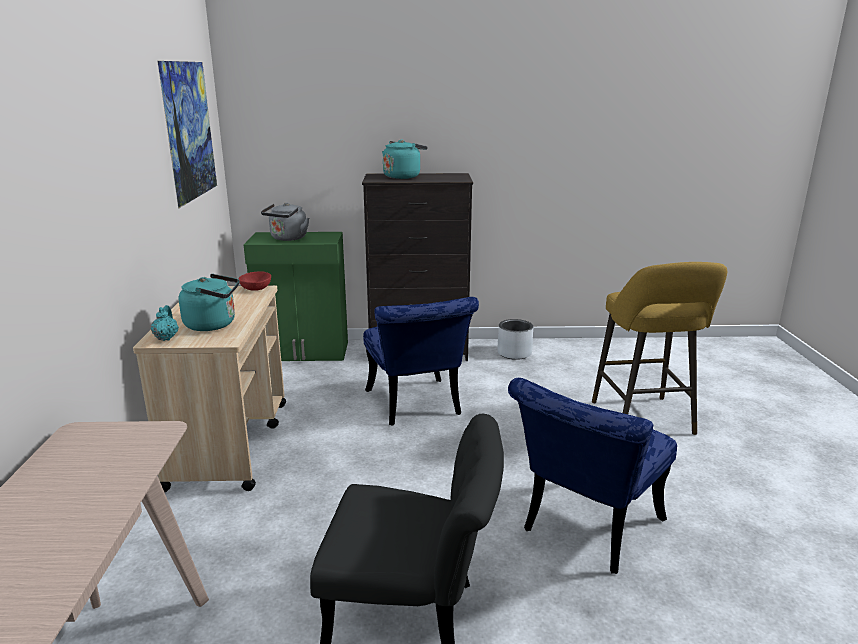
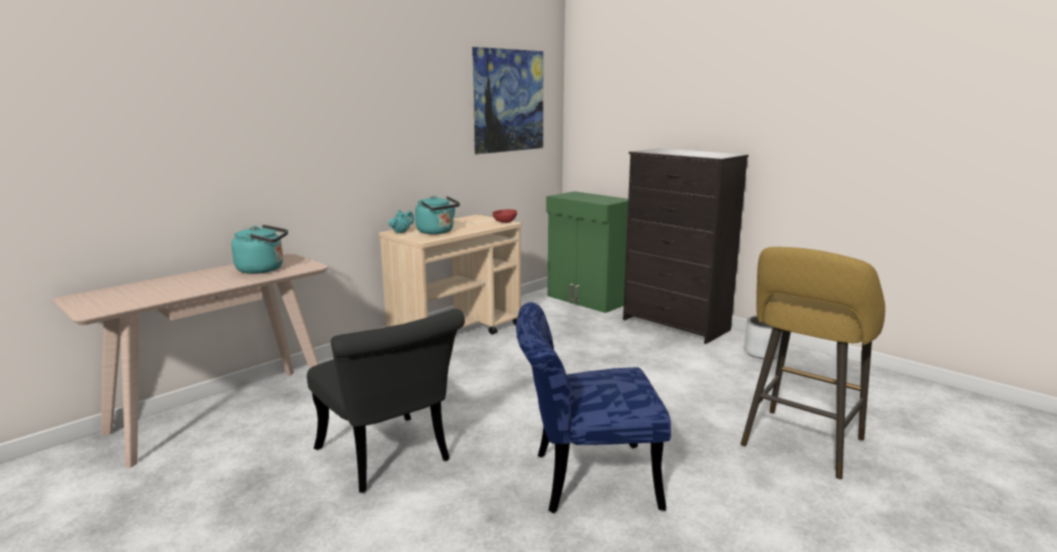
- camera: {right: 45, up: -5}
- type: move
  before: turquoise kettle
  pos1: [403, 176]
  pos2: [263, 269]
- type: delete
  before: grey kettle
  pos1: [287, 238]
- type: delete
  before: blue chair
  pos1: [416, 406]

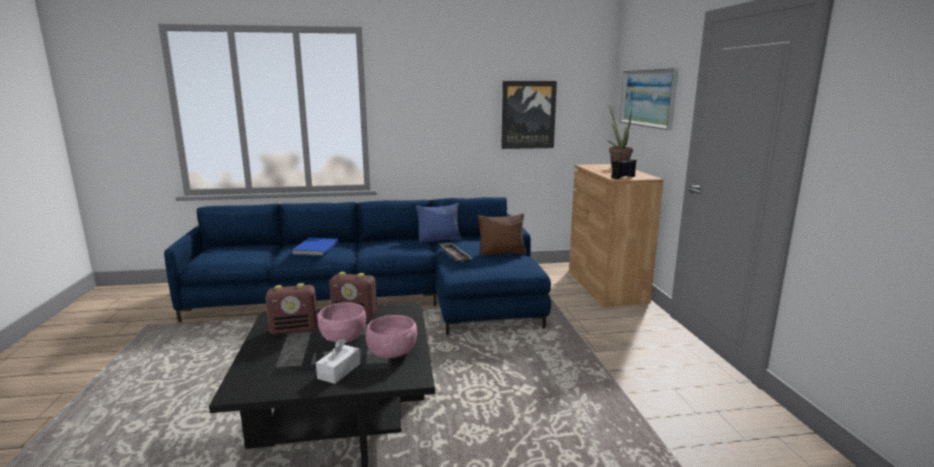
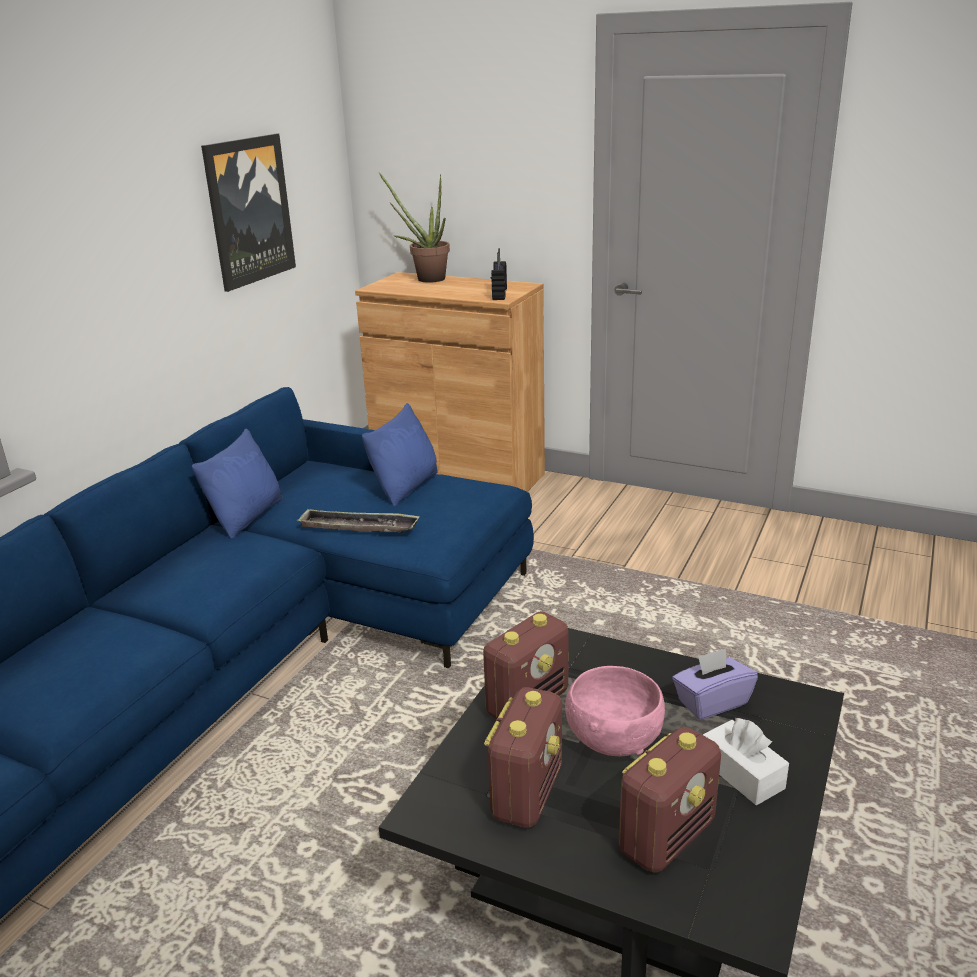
- camera: {right: -55, up: 10}
- type: delete
  before: picture
  pos1: [648, 98]
- type: recolor
  before: brown pillow
  after: blue pillow
  pos1: [502, 253]
  pos2: [405, 487]
- type: delete
  before: blue book
  pos1: [315, 248]
- type: replace
  before: pink bowl
  after: purple tissue box
  pos1: [391, 353]
  pos2: [711, 702]
- type: insert
  after: radio
  pos2: [667, 836]

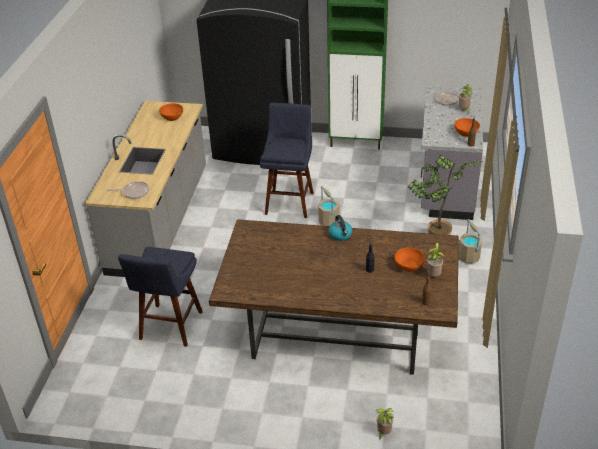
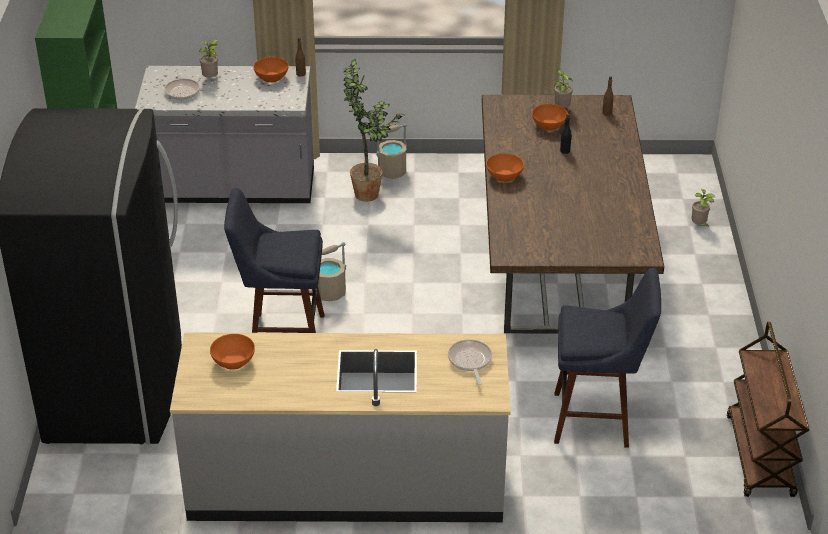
- camera: {right: -100, up: 0}
- type: replace
  before: kettle
  after: orange bowl
  pos1: [340, 235]
  pos2: [504, 175]
- type: insert
  after: brown cart
  pos2: [760, 456]

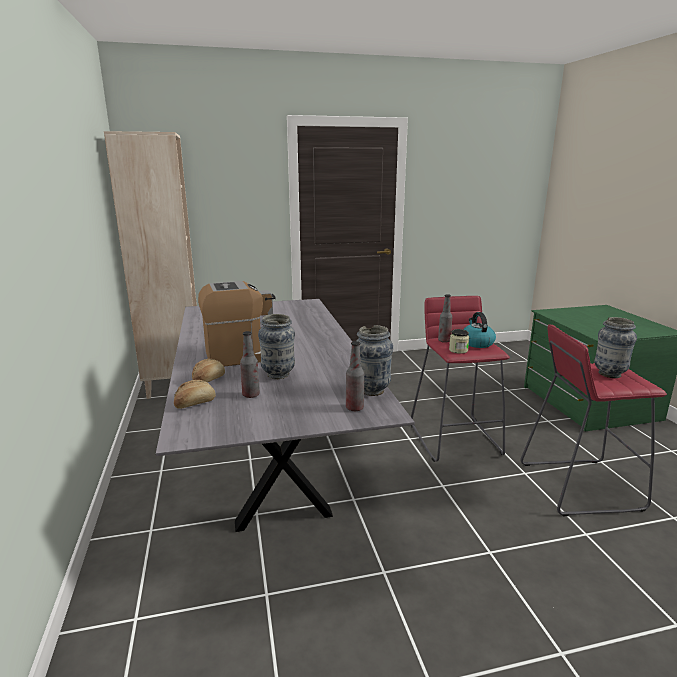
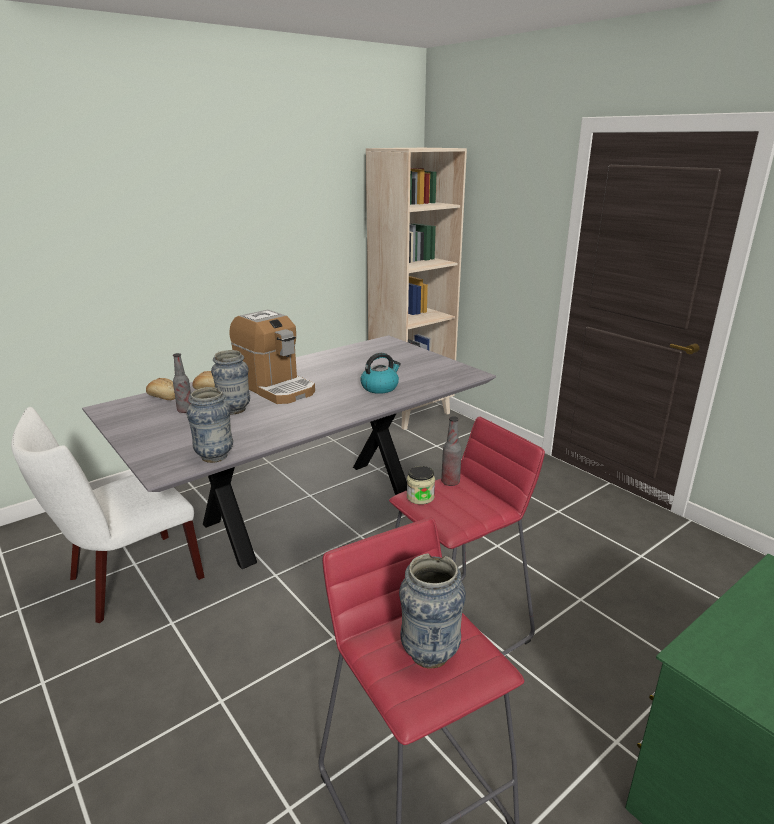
- camera: {right: 65, up: 5}
- type: move
  before: kettle
  pos1: [476, 343]
  pos2: [380, 387]
- type: delete
  before: bottle
  pos1: [354, 408]
- type: insert
  after: white chair
  pos2: [127, 580]

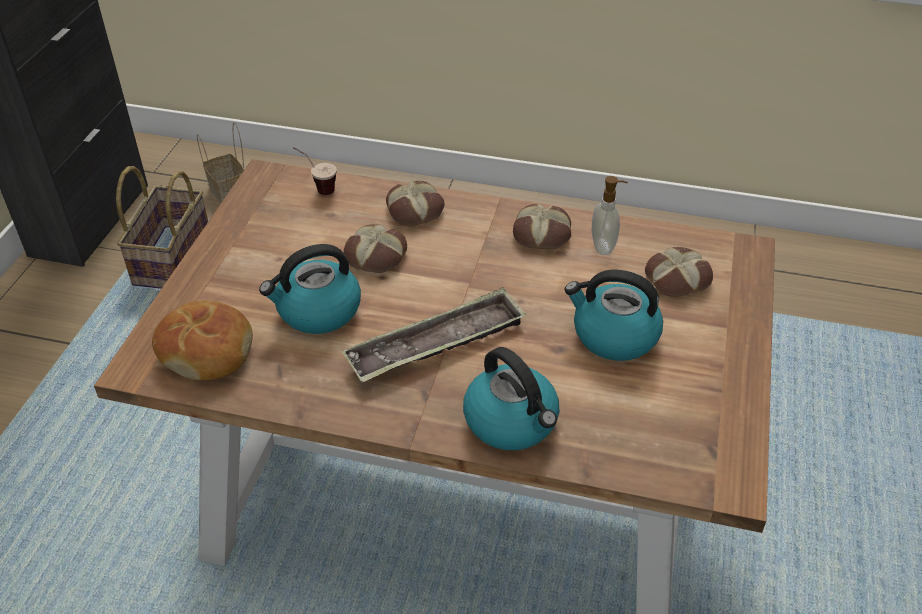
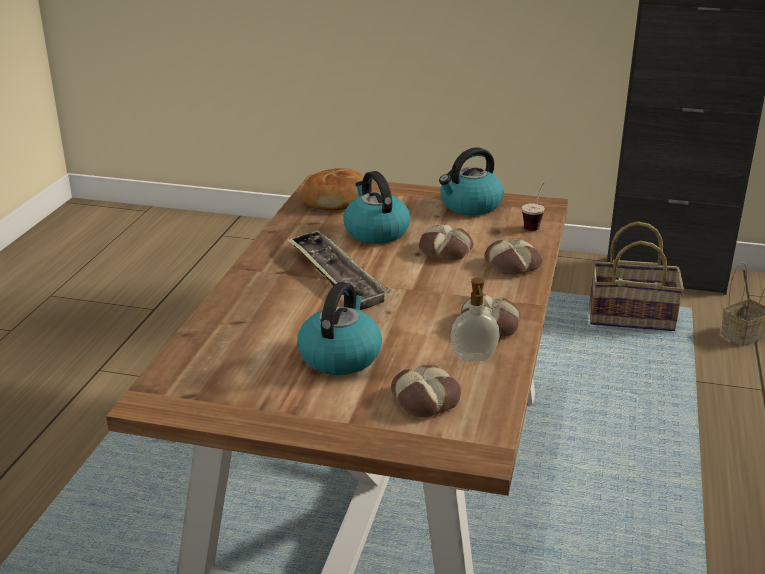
- camera: {right: 90, up: -15}
- type: move
  before: kettle
  pos1: [512, 422]
  pos2: [470, 206]

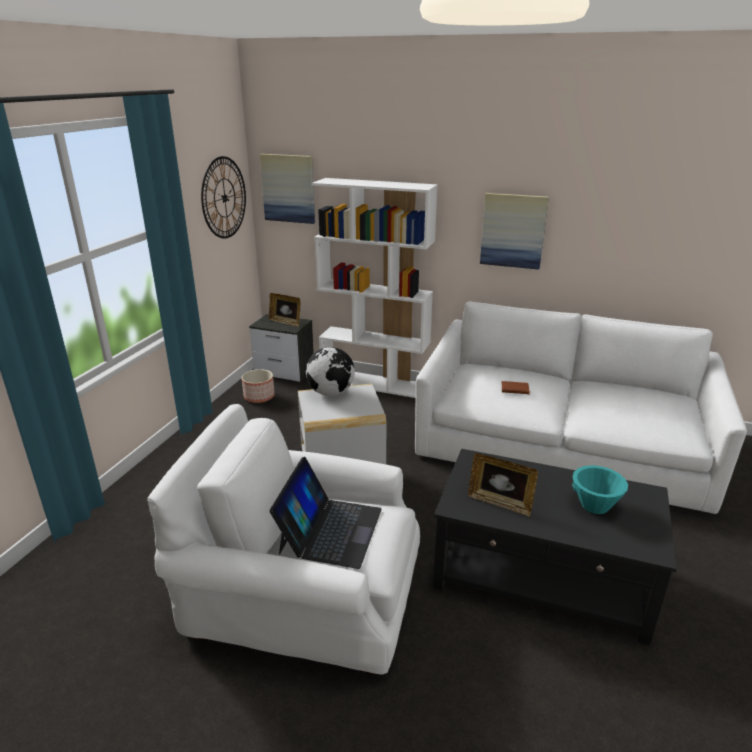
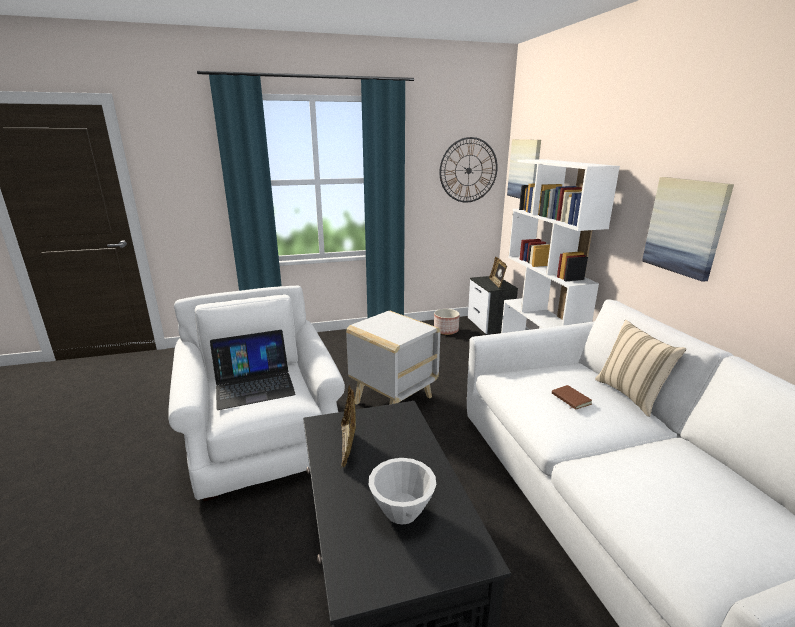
- camera: {right: 55, up: -5}
- type: delete
  before: globe
  pos1: [331, 393]
- type: recolor
  before: turquoise bowl
  after: white bowl
  pos1: [594, 505]
  pos2: [402, 510]
- type: insert
  after: beige pillow
  pos2: [630, 394]

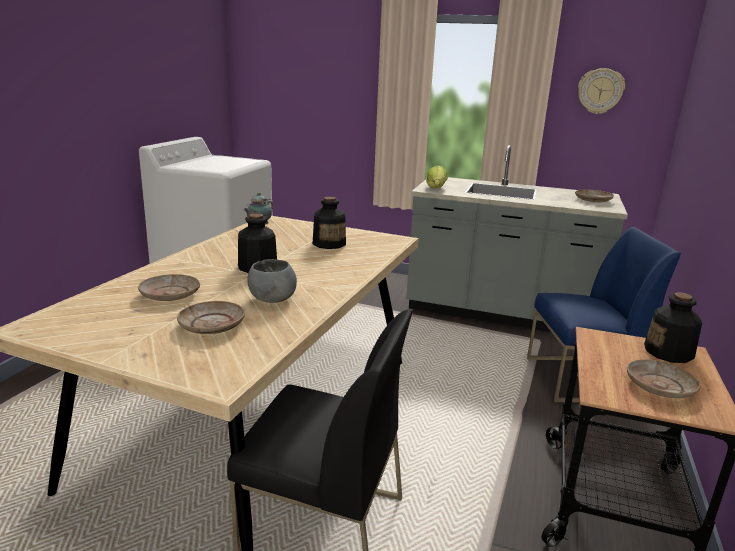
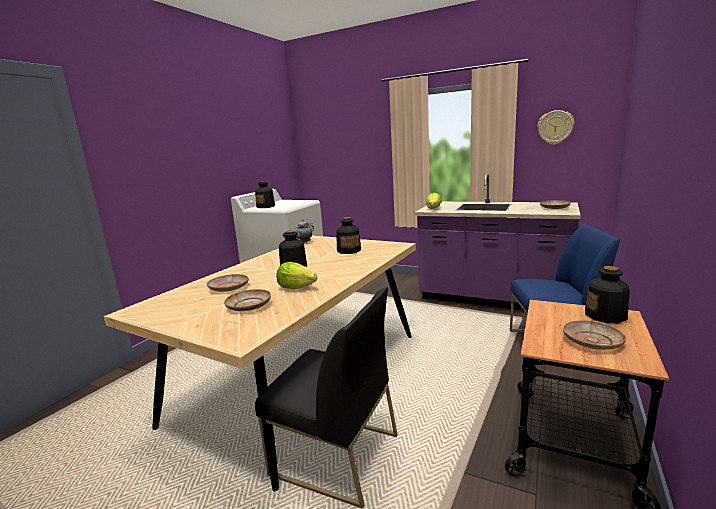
- camera: {right: 10, up: -5}
- type: recolor
  before: grey counter
  after: purple counter
  pos1: [500, 313]
  pos2: [492, 299]
- type: replace
  before: grey bowl
  after: lettuce
  pos1: [272, 299]
  pos2: [296, 287]
- type: insert
  after: bottle
  pos2: [266, 206]

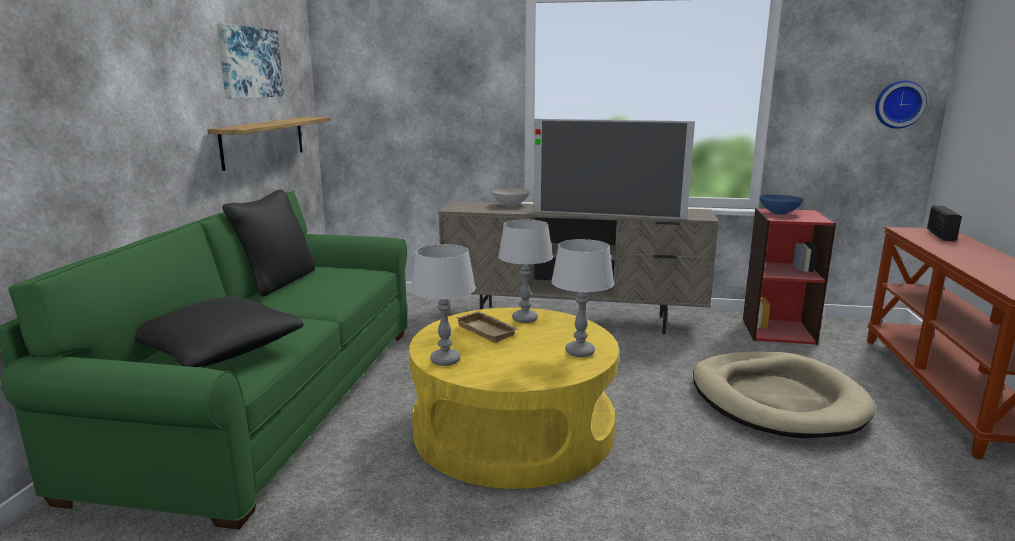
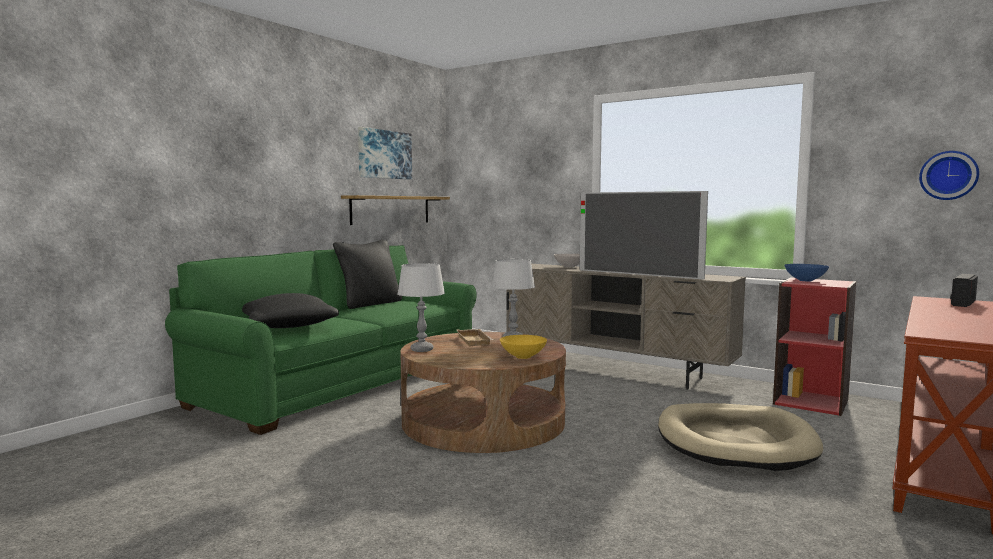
- camera: {right: 25, up: -10}
- type: replace
  before: grey table lamp
  after: yellow bowl
  pos1: [579, 352]
  pos2: [522, 357]
- type: recolor
  before: yellow coffee table
  after: brown coffee table
  pos1: [513, 427]
  pos2: [483, 421]

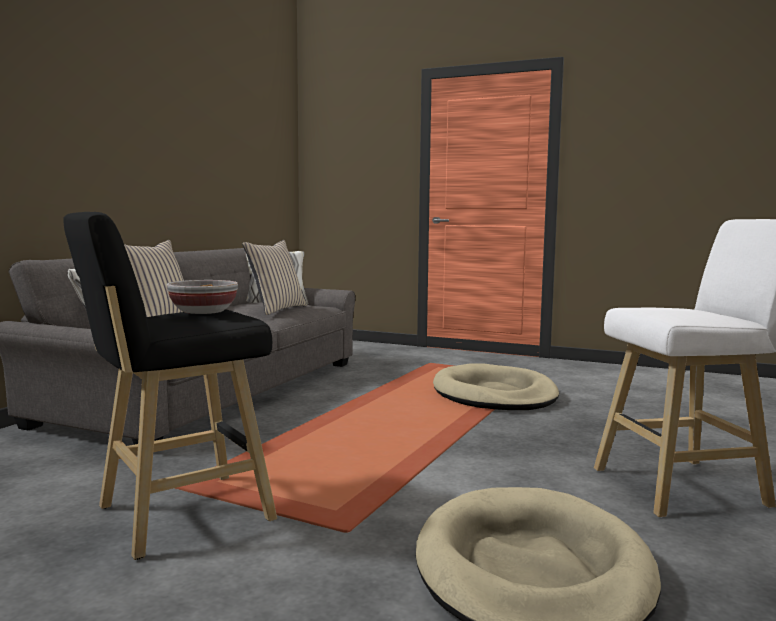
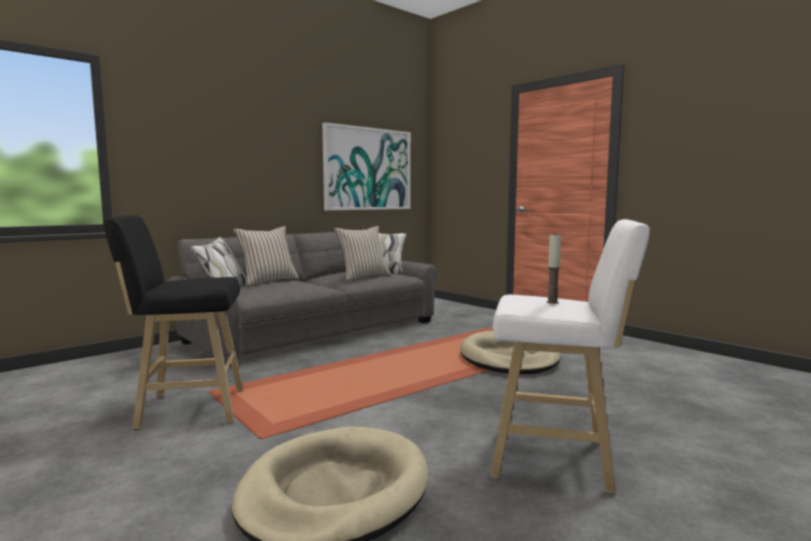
- camera: {right: 25, up: 0}
- type: delete
  before: bowl
  pos1: [202, 312]
- type: insert
  after: picture
  pos2: [368, 169]
- type: insert
  after: candle
  pos2: [552, 302]

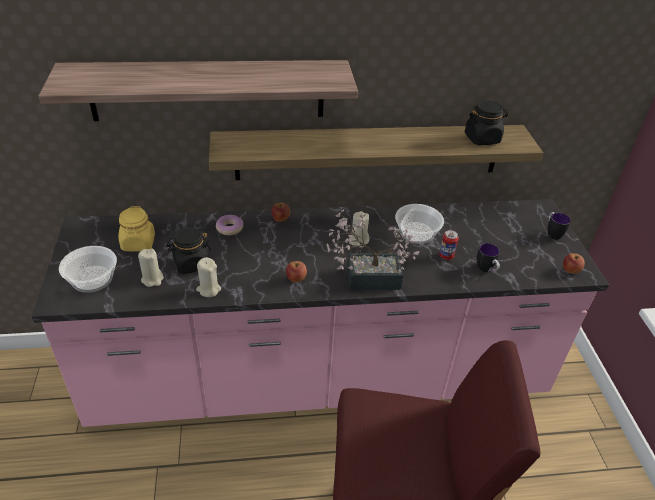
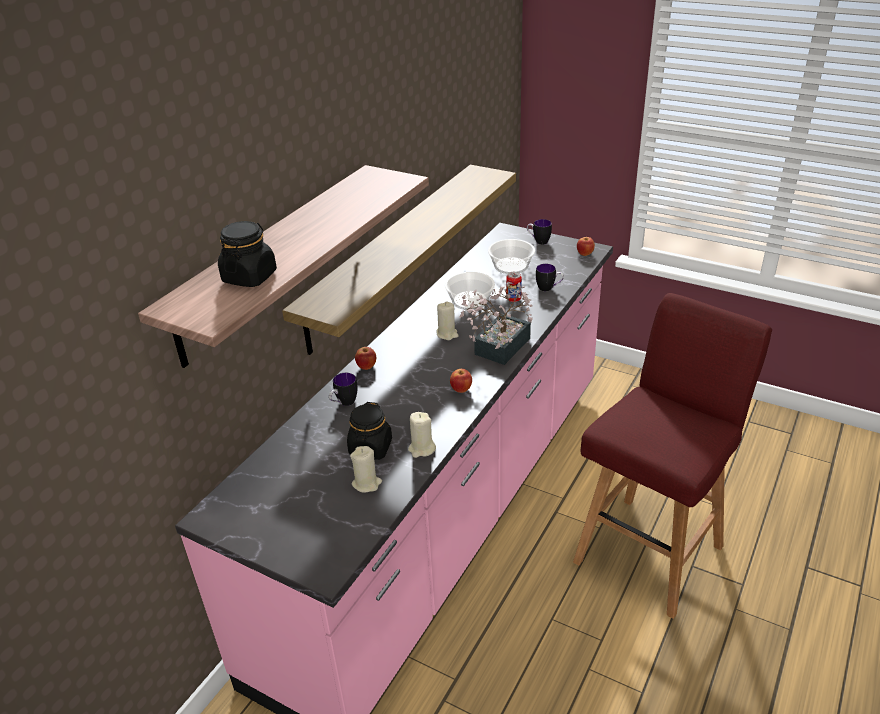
- camera: {right: -50, up: -5}
- type: move
  before: black jar
  pos1: [482, 138]
  pos2: [250, 277]
- type: delete
  before: yellow jar
  pos1: [138, 243]
- type: replace
  before: donut
  after: mug
  pos1: [230, 228]
  pos2: [344, 403]
- type: move
  before: bowl
  pos1: [93, 278]
  pos2: [511, 265]

